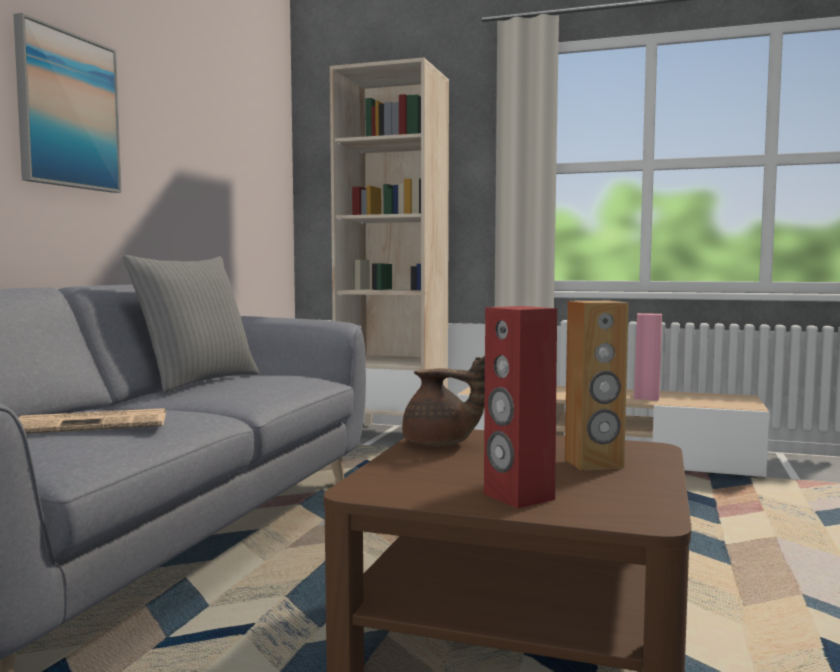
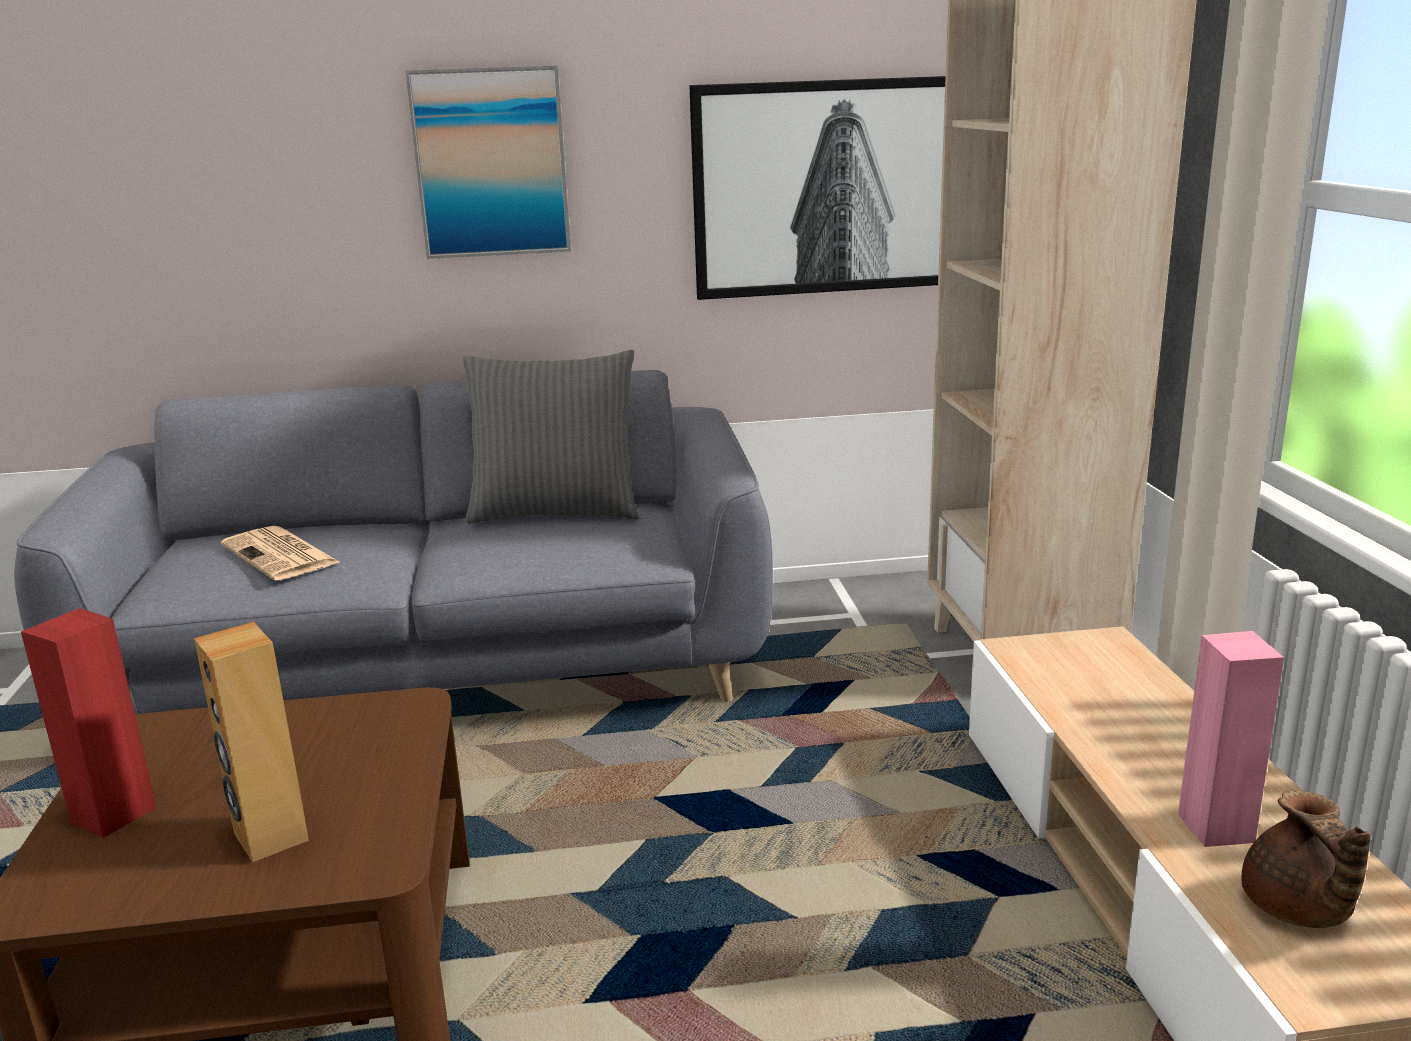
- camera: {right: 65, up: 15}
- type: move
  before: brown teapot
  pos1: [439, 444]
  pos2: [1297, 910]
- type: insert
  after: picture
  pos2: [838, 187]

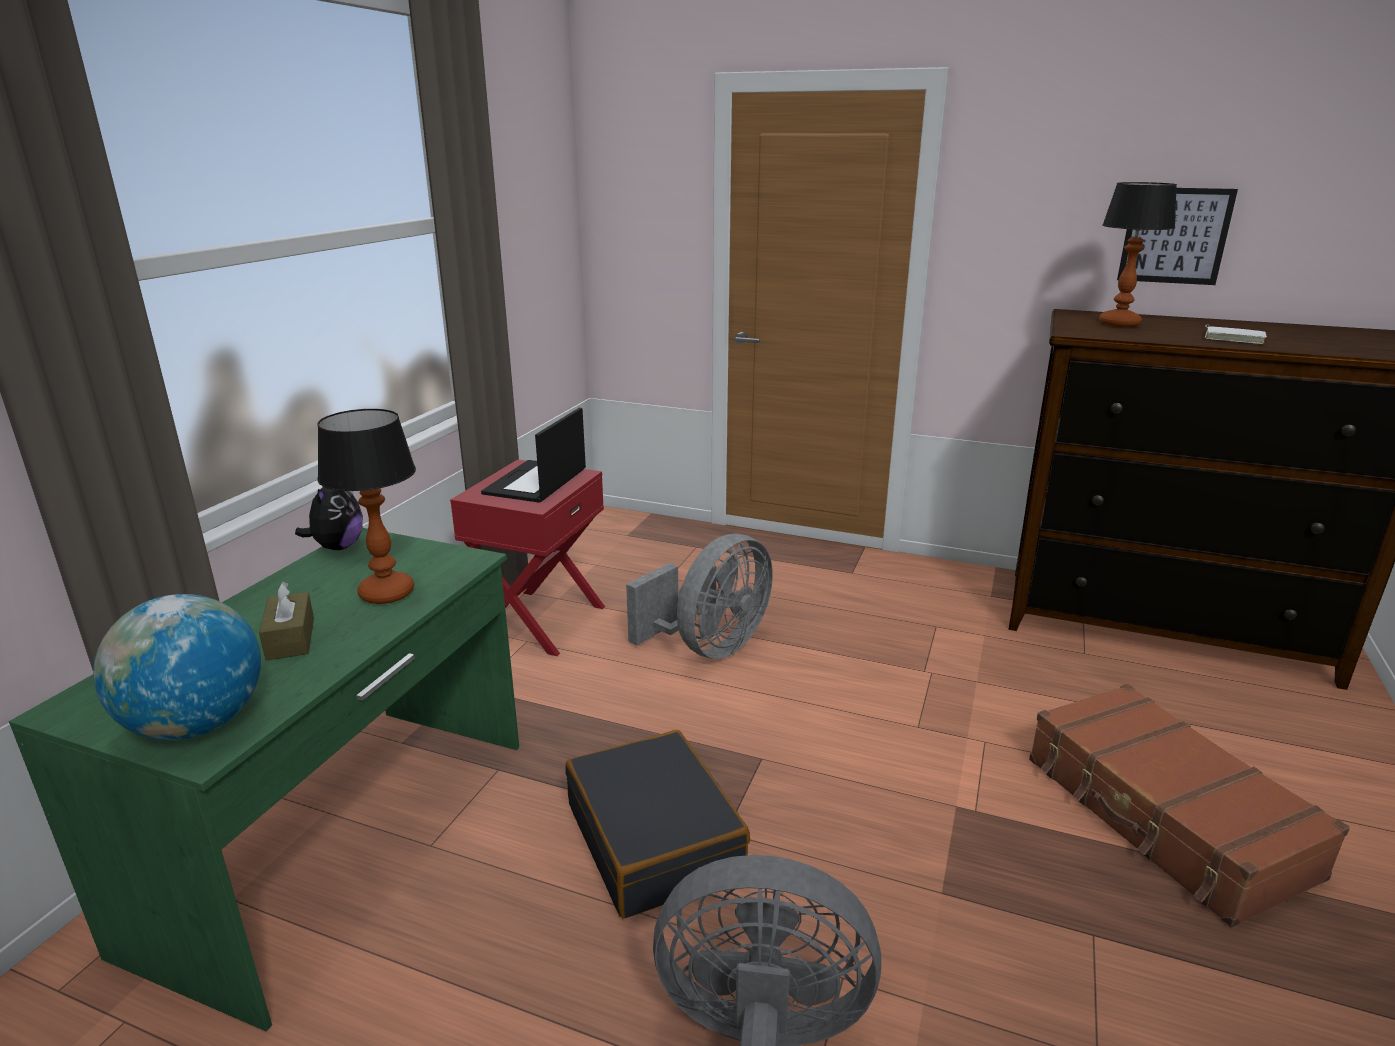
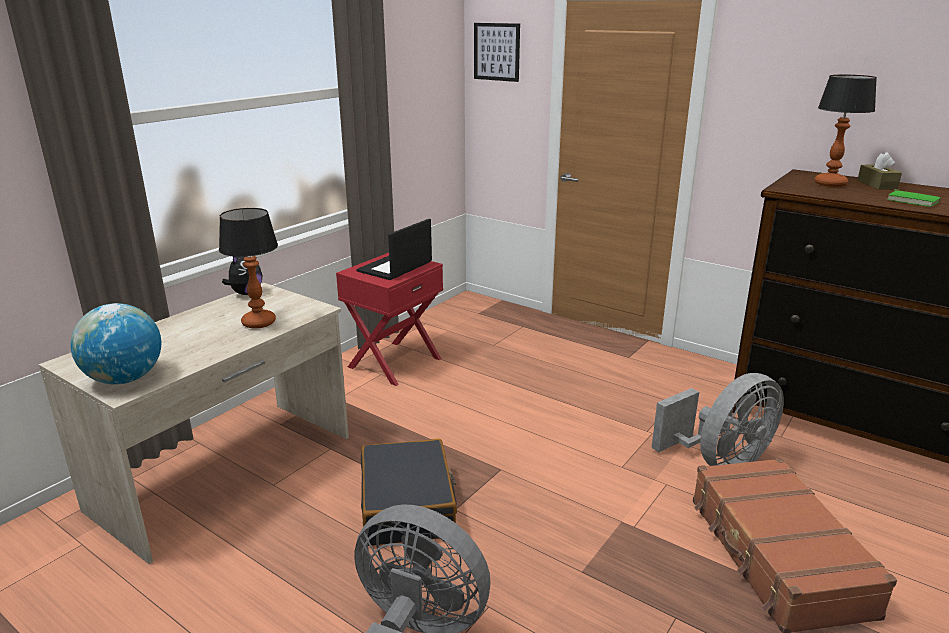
- camera: {right: 15, up: 0}
- type: move
  before: picture
  pos1: [1174, 236]
  pos2: [496, 52]
- type: recolor
  before: white book
  after: green book
  pos1: [1234, 338]
  pos2: [913, 201]
- type: recolor
  before: green desk
  after: beige desk
  pos1: [344, 838]
  pos2: [226, 472]
- type: move
  before: grey fan
  pos1: [710, 647]
  pos2: [720, 462]
- type: move
  before: brown tissue box
  pos1: [290, 638]
  pos2: [877, 185]

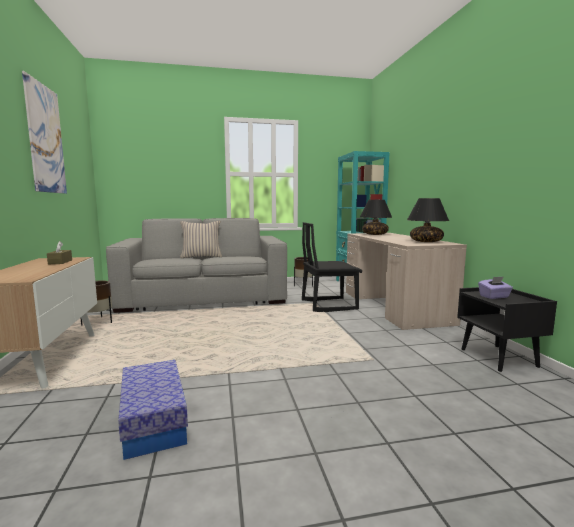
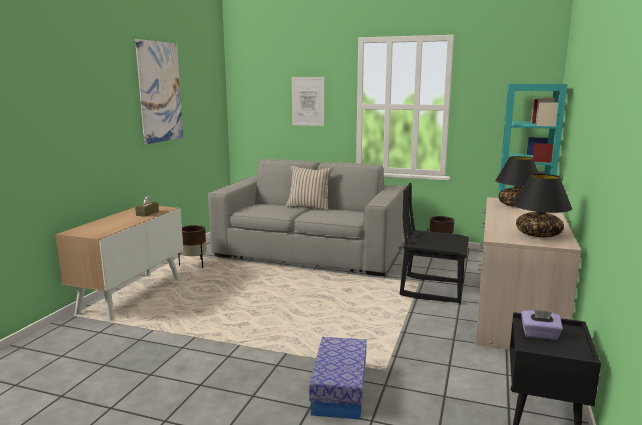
- camera: {right: 30, up: 5}
- type: move
  before: storage box
  pos1: [153, 421]
  pos2: [339, 390]
- type: insert
  after: picture
  pos2: [308, 101]

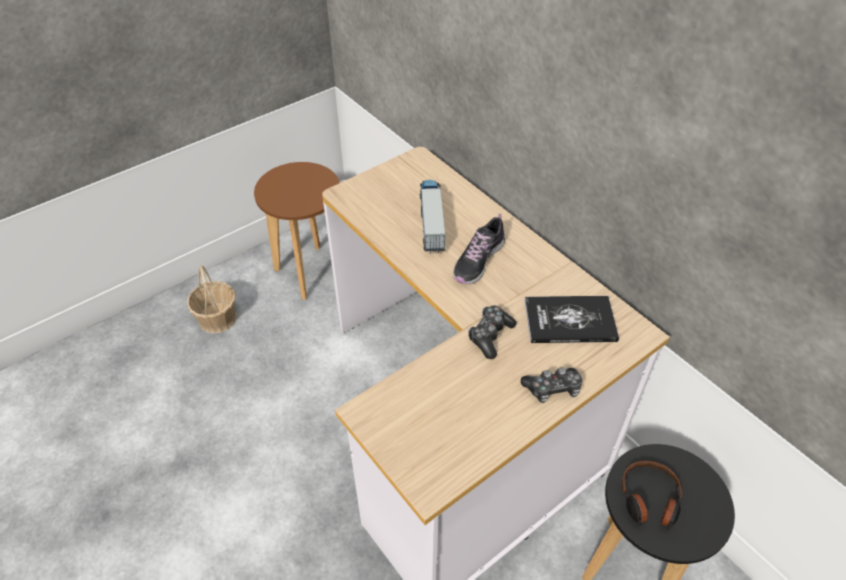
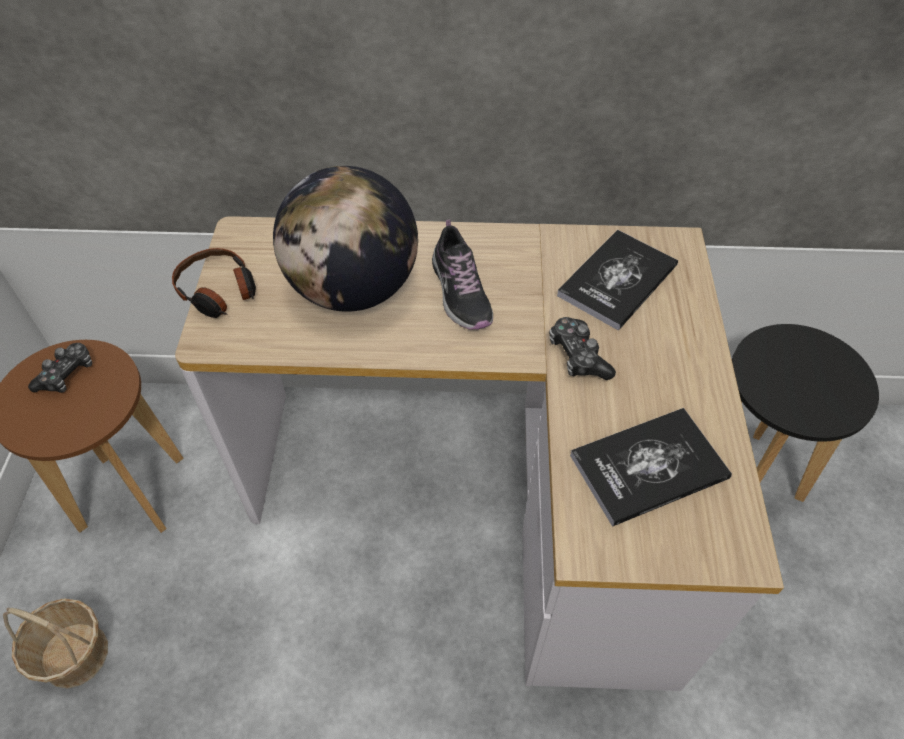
- camera: {right: -50, up: 5}
- type: replace
  before: toy truck
  after: globe
  pos1: [431, 220]
  pos2: [353, 289]
- type: move
  before: game controller
  pos1: [552, 389]
  pos2: [67, 374]
- type: move
  before: headphones
  pos1: [649, 500]
  pos2: [219, 292]
- type: insert
  after: book
  pos2: [648, 467]

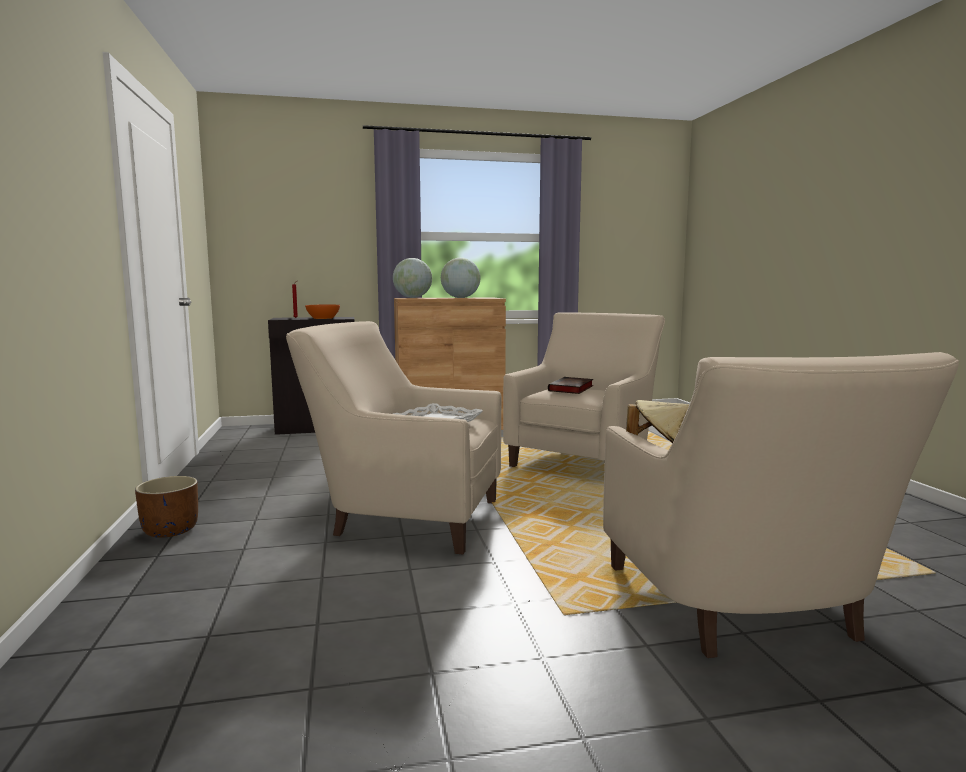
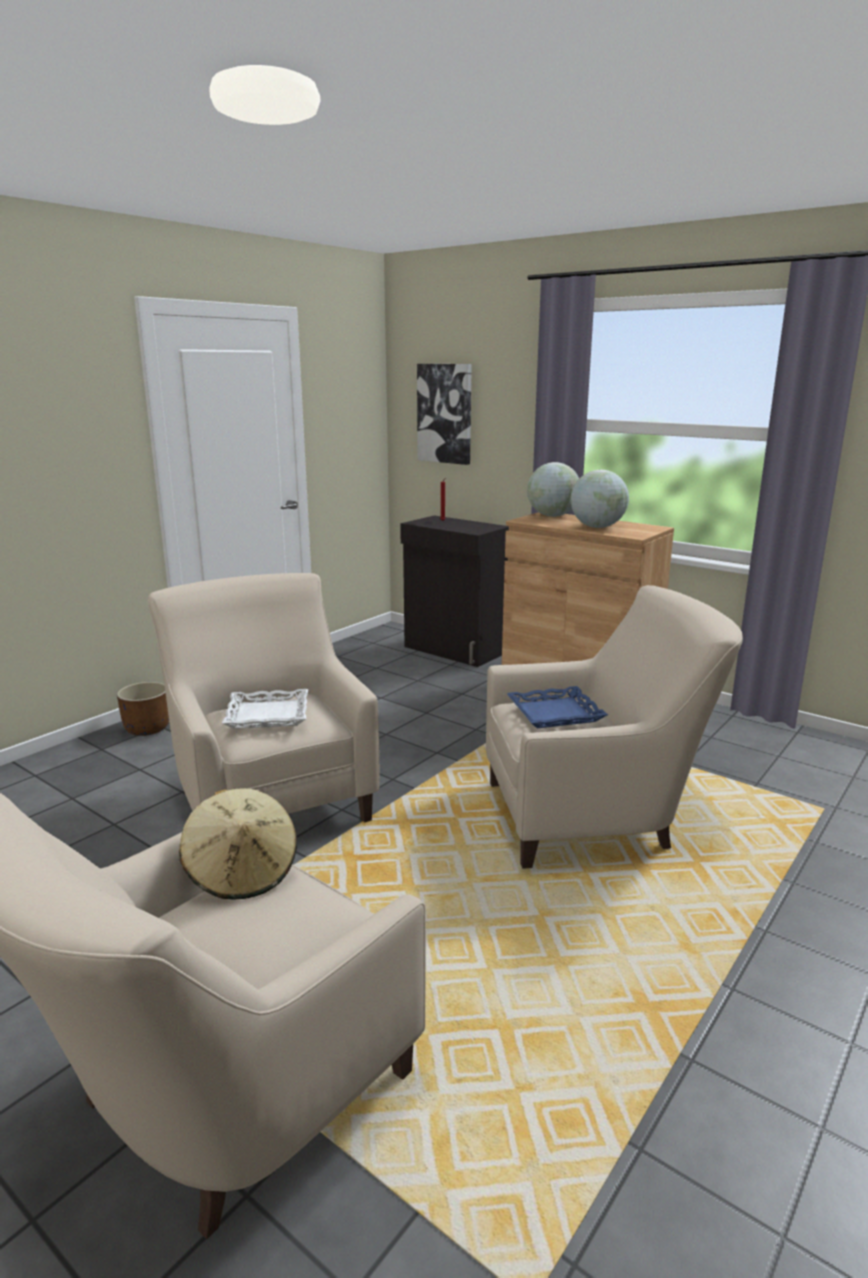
- camera: {right: 50, up: 10}
- type: delete
  before: orange bowl
  pos1: [323, 318]
- type: replace
  before: book
  after: blue tray
  pos1: [571, 389]
  pos2: [555, 713]
- type: insert
  after: picture
  pos2: [445, 413]

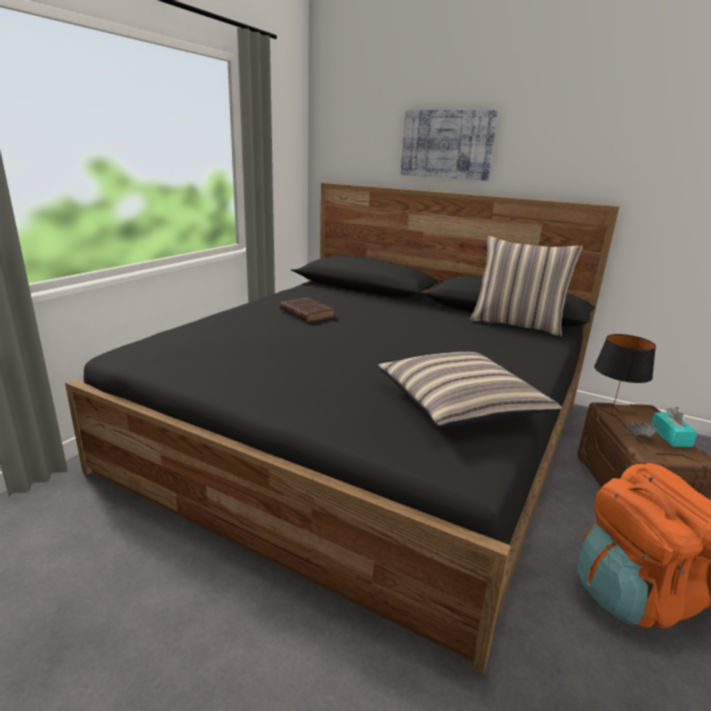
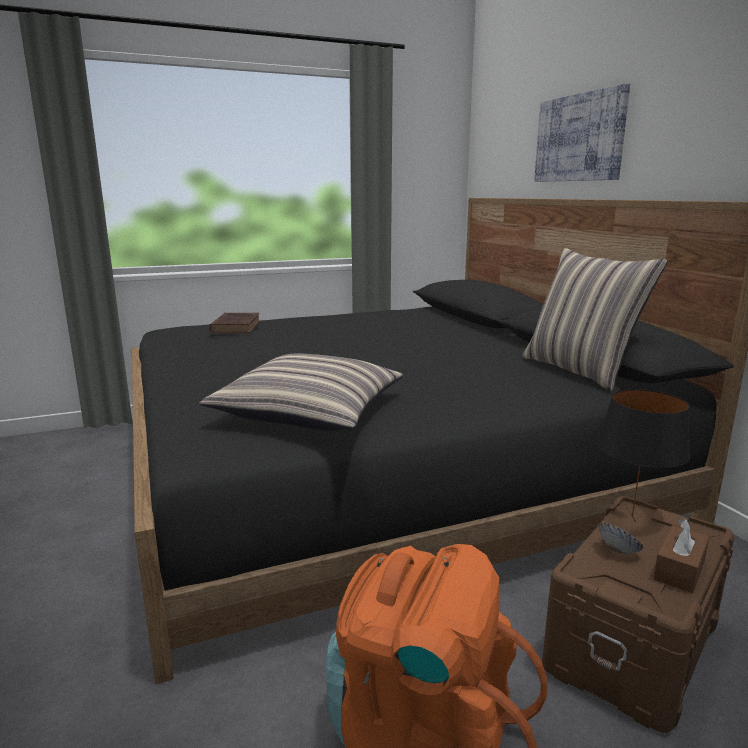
- camera: {right: 40, up: -5}
- type: move
  before: brown book
  pos1: [306, 313]
  pos2: [236, 327]
- type: recolor
  before: turquoise tissue box
  after: brown tissue box
  pos1: [670, 436]
  pos2: [679, 569]

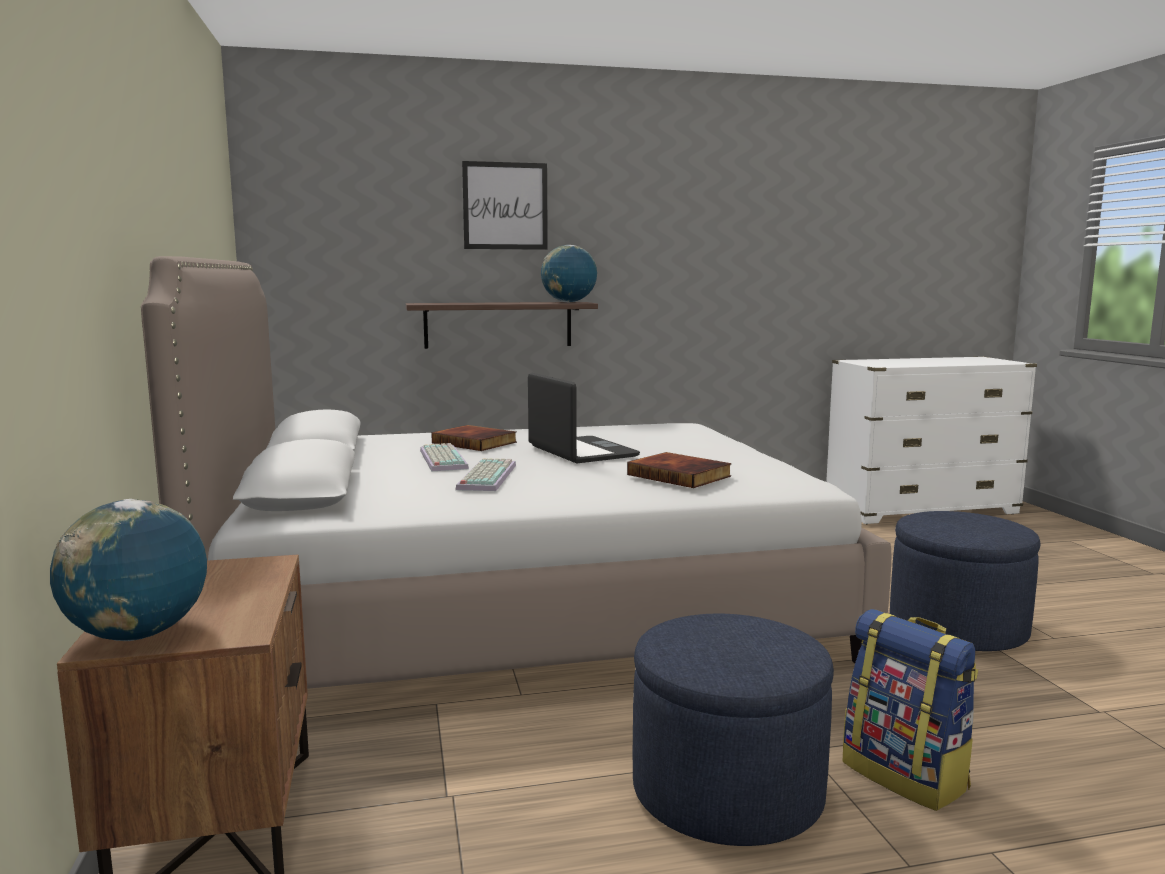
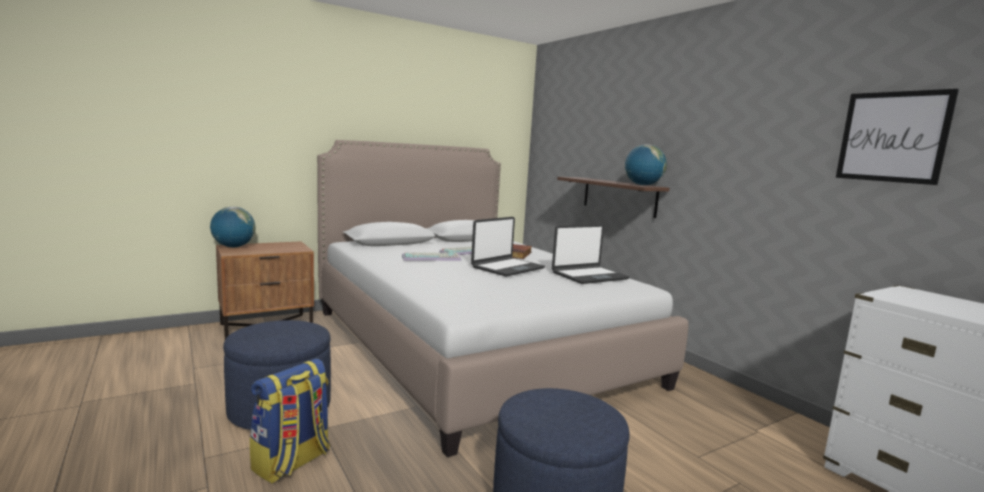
- camera: {right: 70, up: 0}
- type: move
  before: picture
  pos1: [505, 206]
  pos2: [892, 137]
- type: delete
  before: book
  pos1: [680, 475]
- type: insert
  after: laptop
  pos2: [589, 276]

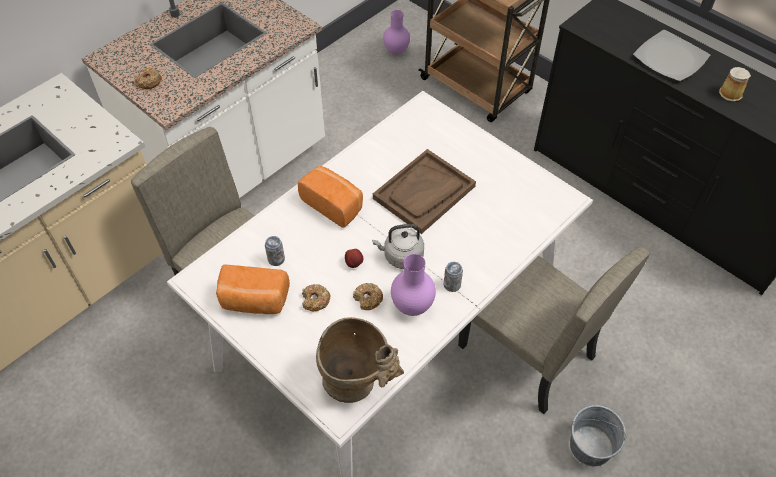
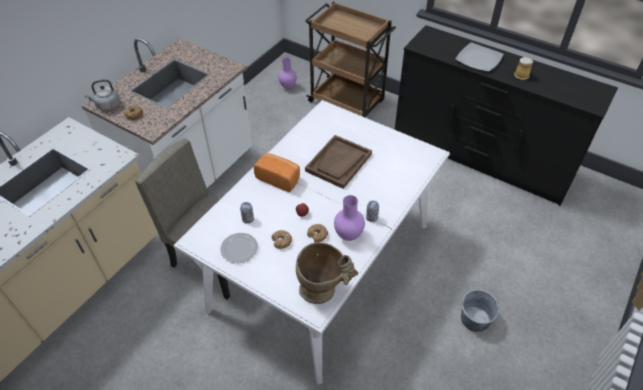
- camera: {right: -10, up: -5}
- type: move
  before: grey kettle
  pos1: [401, 256]
  pos2: [107, 105]
- type: delete
  before: beige chair
  pos1: [526, 352]
- type: replace
  before: bread
  after: plate
  pos1: [254, 301]
  pos2: [239, 248]

